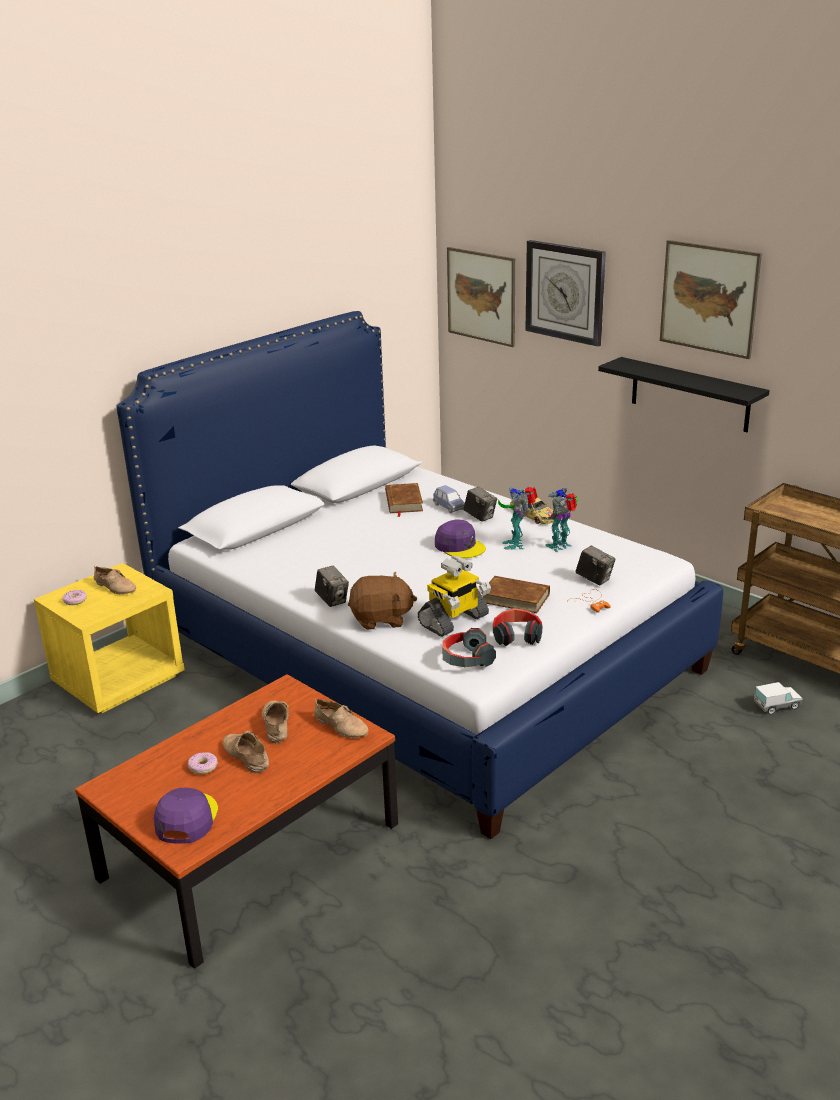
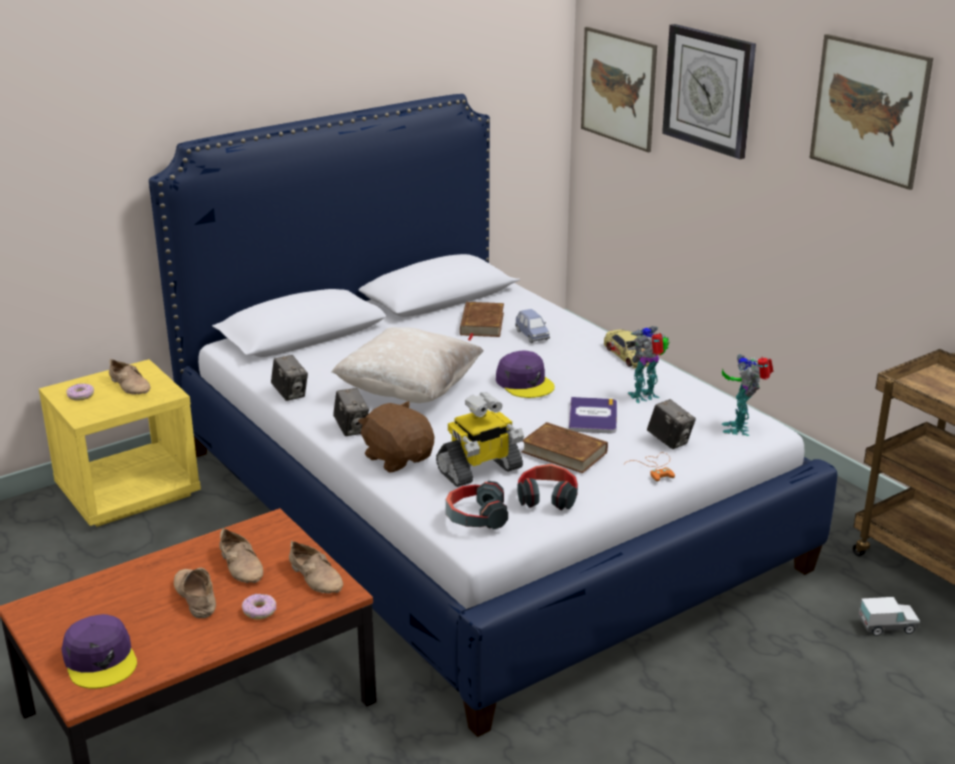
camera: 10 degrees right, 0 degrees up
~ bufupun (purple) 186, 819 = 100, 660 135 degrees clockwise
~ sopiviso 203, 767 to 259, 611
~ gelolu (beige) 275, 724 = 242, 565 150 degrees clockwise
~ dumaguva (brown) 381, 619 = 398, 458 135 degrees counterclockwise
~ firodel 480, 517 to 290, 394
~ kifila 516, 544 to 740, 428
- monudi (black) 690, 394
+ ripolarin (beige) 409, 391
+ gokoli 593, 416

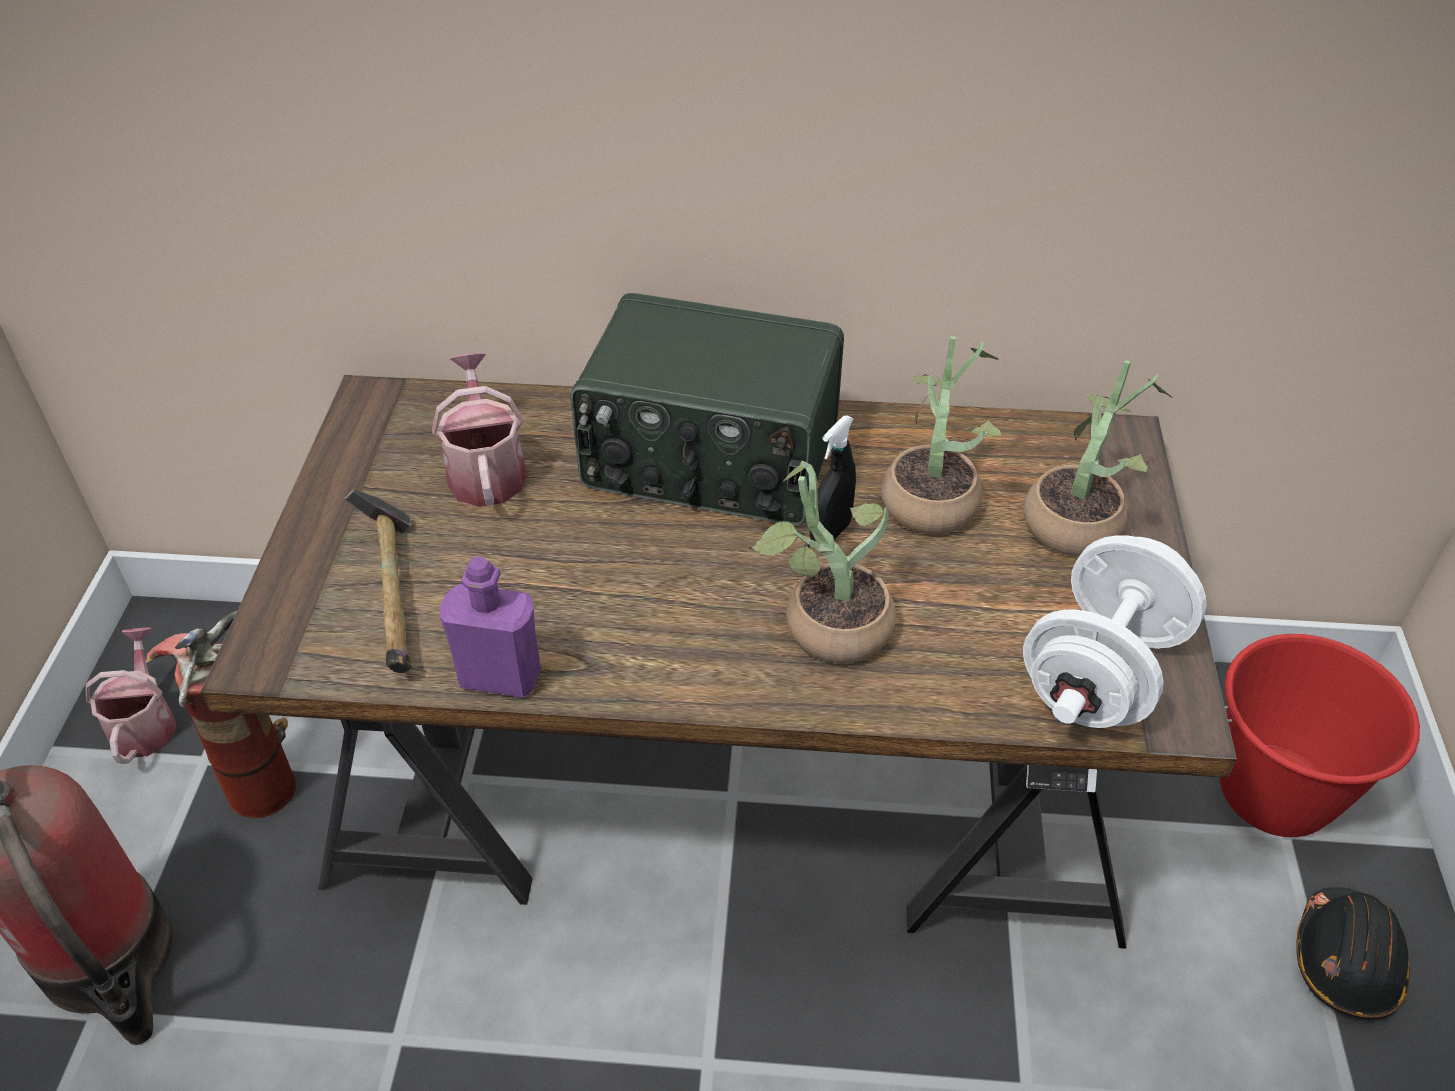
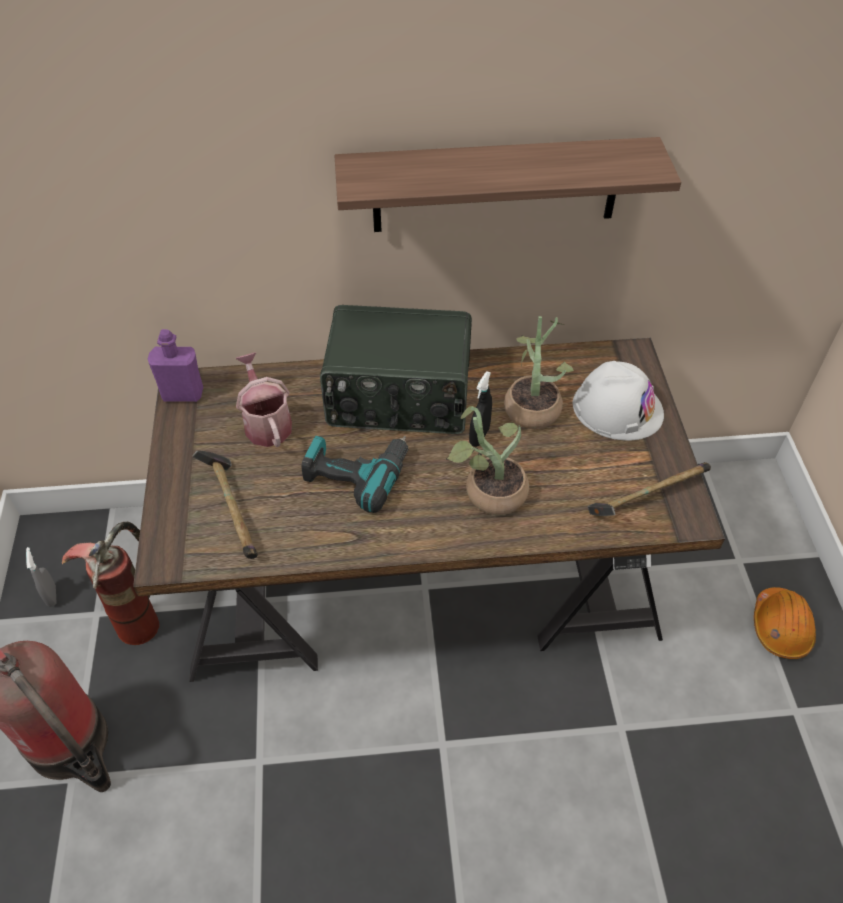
camera: 10 degrees left, 5 degrees up
~ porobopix 145, 722 to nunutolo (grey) 52, 596
~ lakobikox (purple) 500, 677 to 183, 394
~ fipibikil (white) 1100, 672 to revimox 645, 499
~ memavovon 1079, 519 to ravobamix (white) 617, 408
- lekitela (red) 1275, 793
~ ravobamix (black) 1345, 960 to ravobamix (orange) 780, 627
+ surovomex 356, 473
+ monudi 496, 185

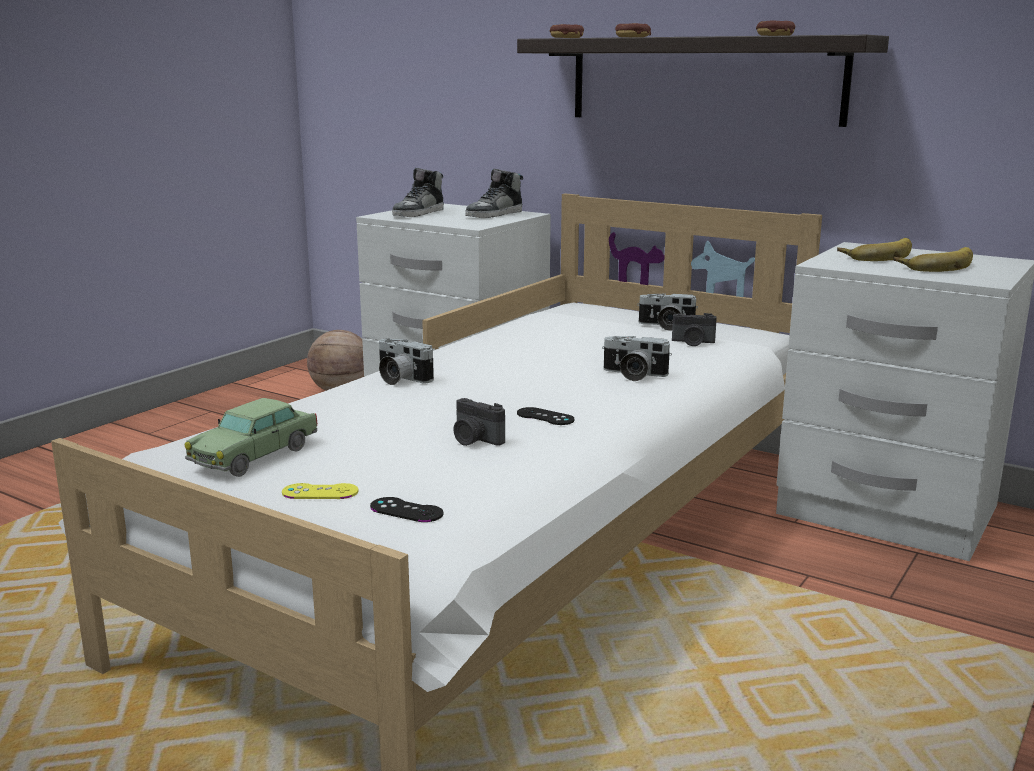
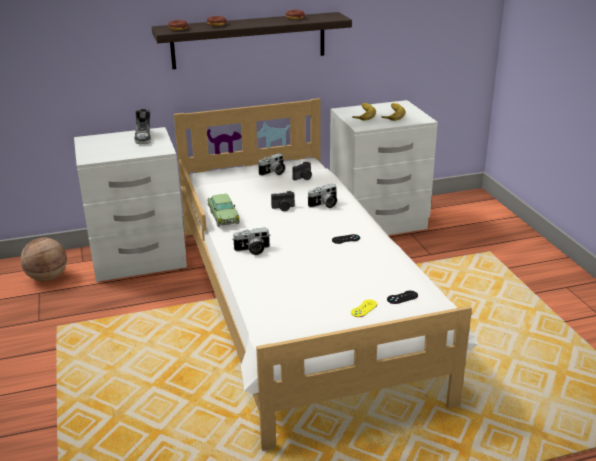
camera: 50 degrees left, 10 degrees up
~ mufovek 255, 455 to 223, 217
- gelolu 418, 213
~ firodel 475, 440 to 283, 208

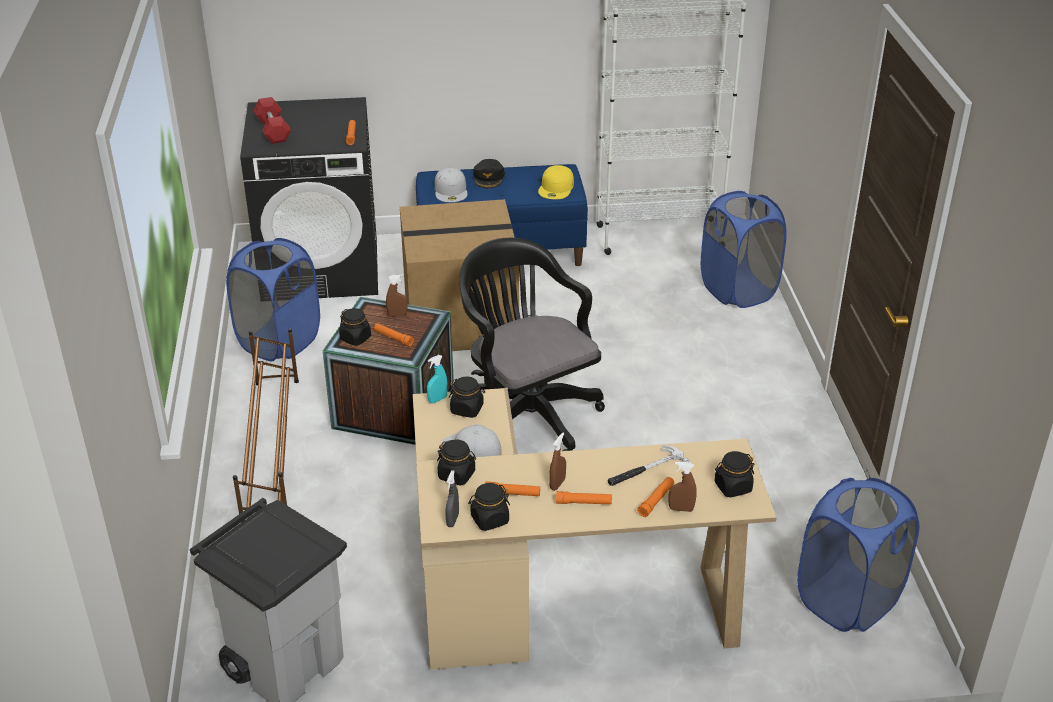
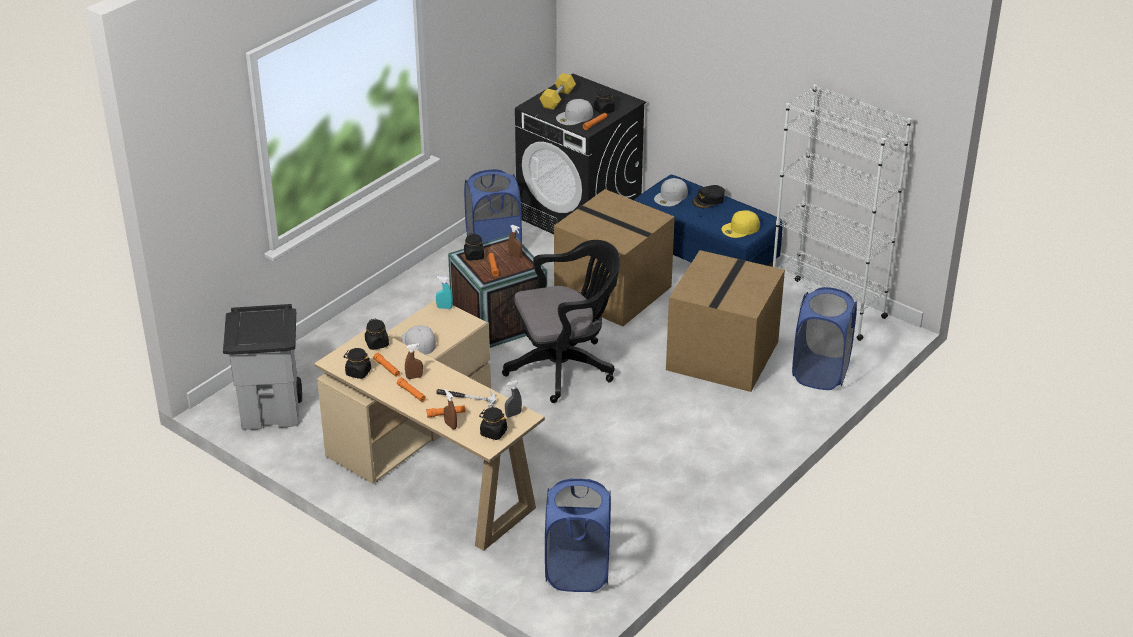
camera: 45 degrees right, 0 degrees up
- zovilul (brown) 273, 450
~ fipibikil (red) 273, 130 to fipibikil (yellow) 557, 99
~ nunutolo (grey) 452, 520 to 513, 414
~ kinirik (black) 467, 409 to 604, 110
~ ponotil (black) 527, 413 = 565, 367 60 degrees clockwise
+ bufupun (white) 574, 117
+ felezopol 723, 357

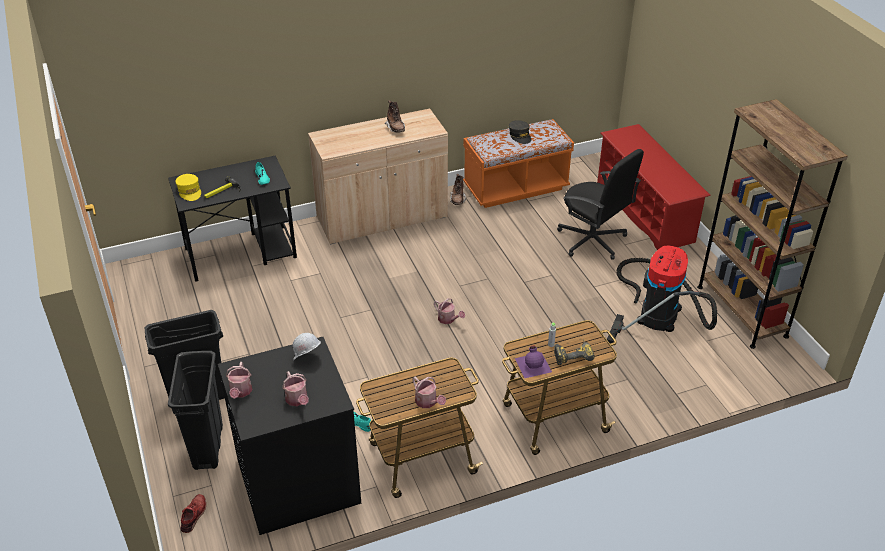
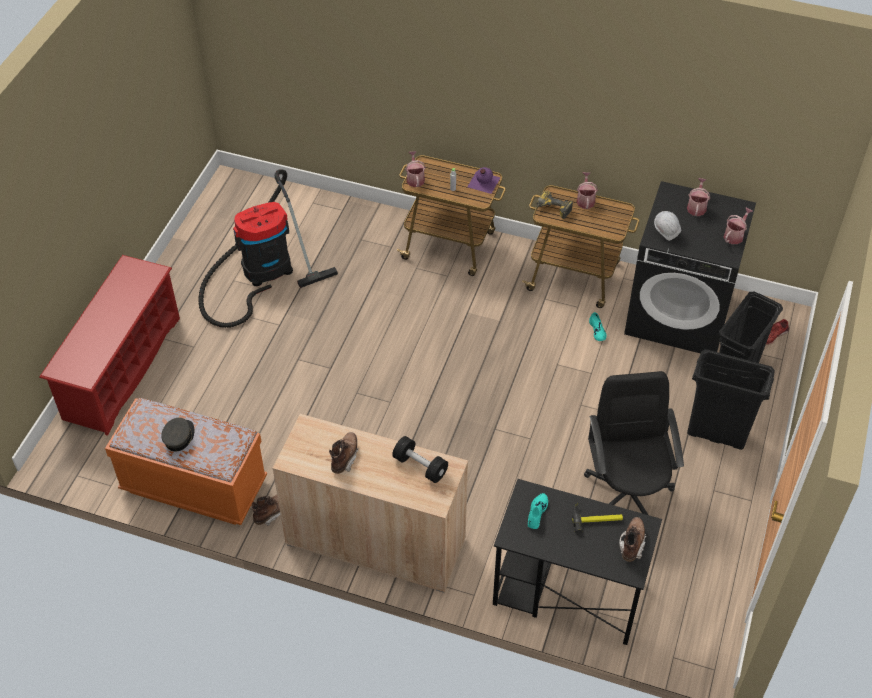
camera: 140 degrees left, 10 degrees up
~ bufupun (yellow) 189, 191 to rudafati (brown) 632, 544
~ porobopix 448, 319 to 415, 178
~ surovomex 572, 355 to 551, 210
~ ponotil (black) 592, 241 to 627, 492
- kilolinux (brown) 741, 311
+ fipibikil (black) 420, 466

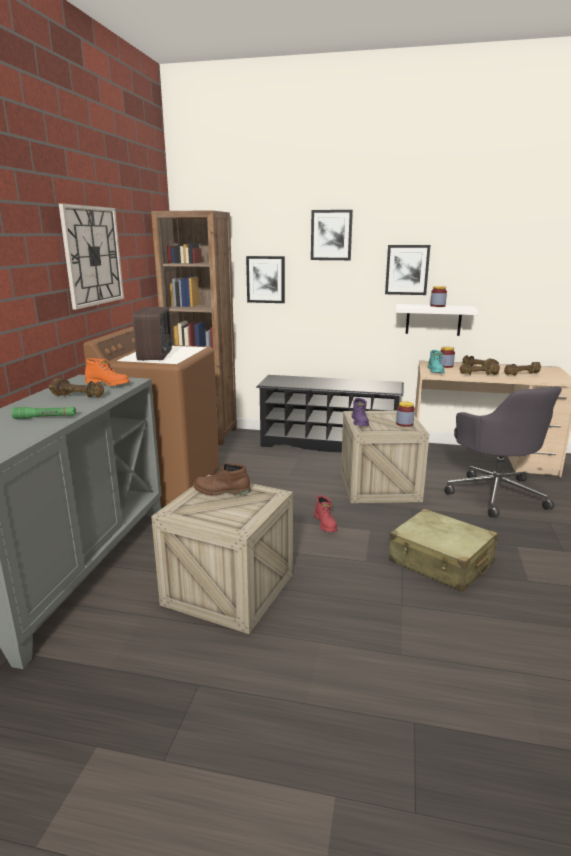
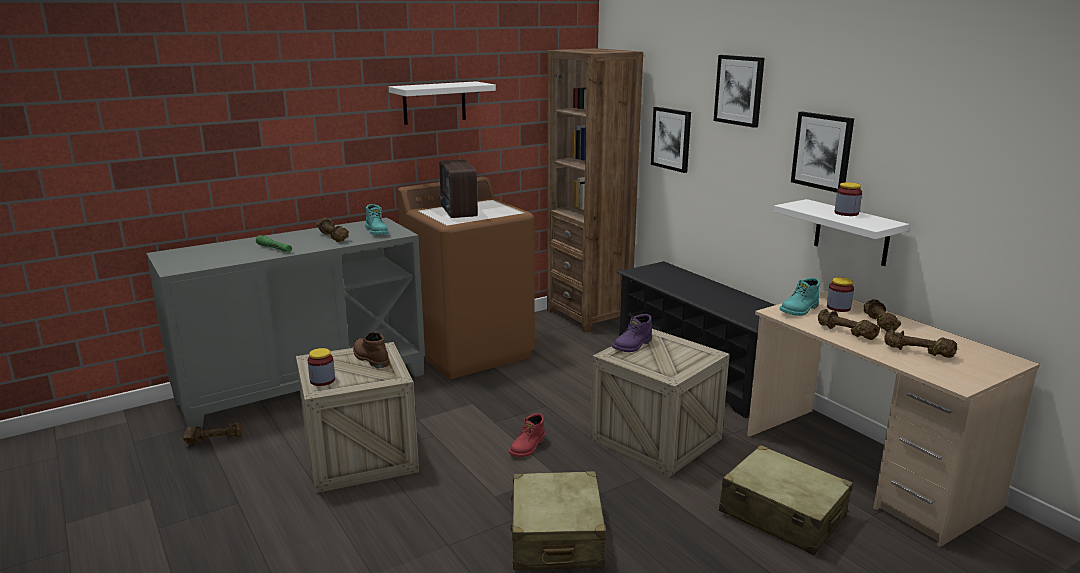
camera: 45 degrees right, 0 degrees up
~ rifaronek 93, 256 to monudi (white) 434, 103
~ rudafati (orange) 108, 384 to rudafati (turquoise) 377, 232
~ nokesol 156, 356 = 458, 212 120 degrees clockwise
~ kinirik 404, 424 to 322, 380
~ ponotil (grey) 495, 493 to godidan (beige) 782, 514
+ fipibikil (brown) 214, 440

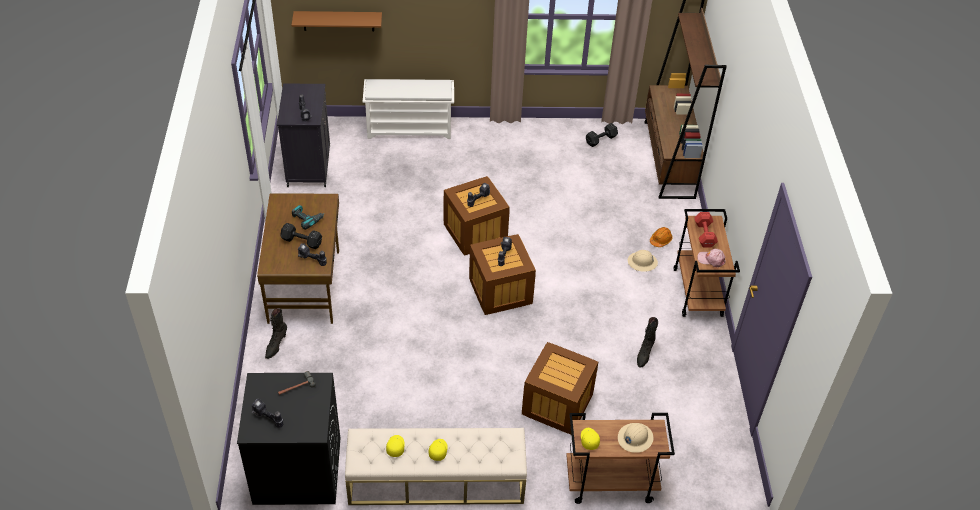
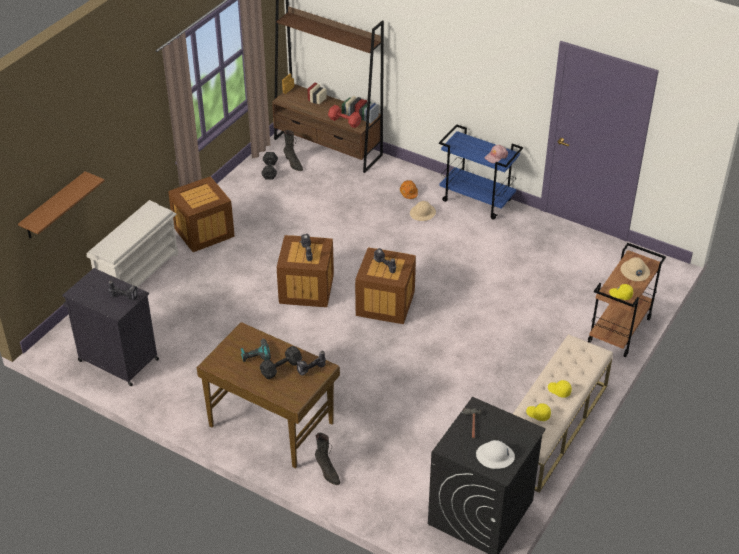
camera: 55 degrees left, 5 degrees down
~ surovomex 267, 419 to ravobamix (white) 495, 456
~ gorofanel 557, 404 to 203, 232
~ rudafati (black) 644, 354 to 293, 164
~ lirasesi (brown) 698, 293 to lirasesi (blue) 477, 200
~ fipibikil (red) 704, 235 to 345, 122

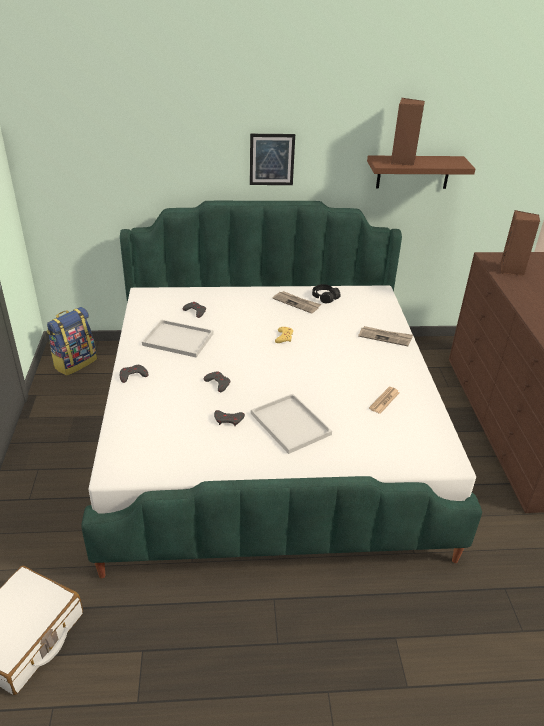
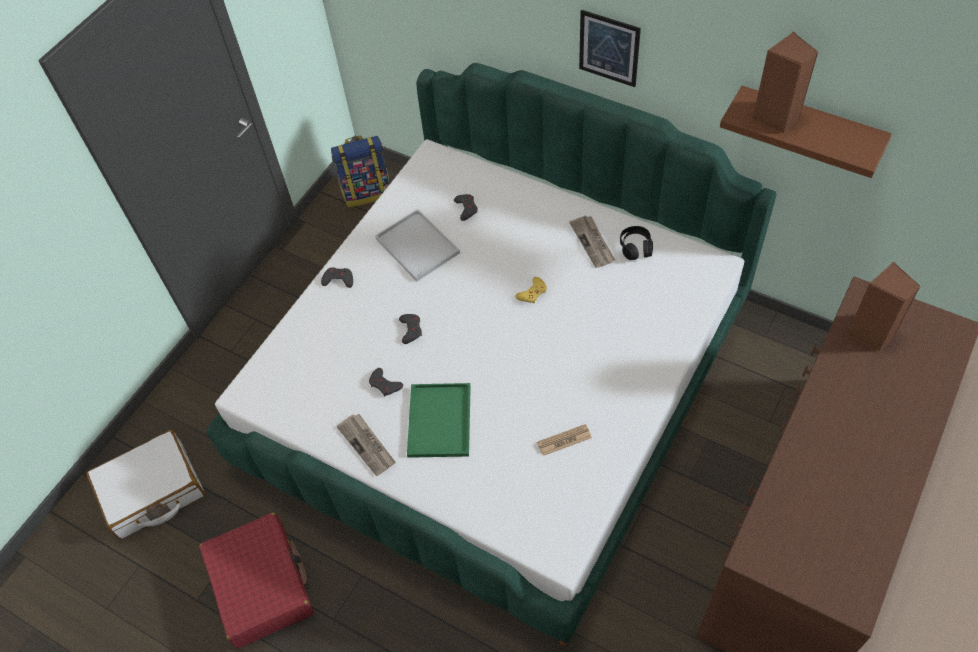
camera: 40 degrees right, 20 degrees up
~ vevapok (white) 289, 423 to vevapok (green) 438, 419
~ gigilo 385, 337 to 367, 445
+ godidan (red) 261, 585

